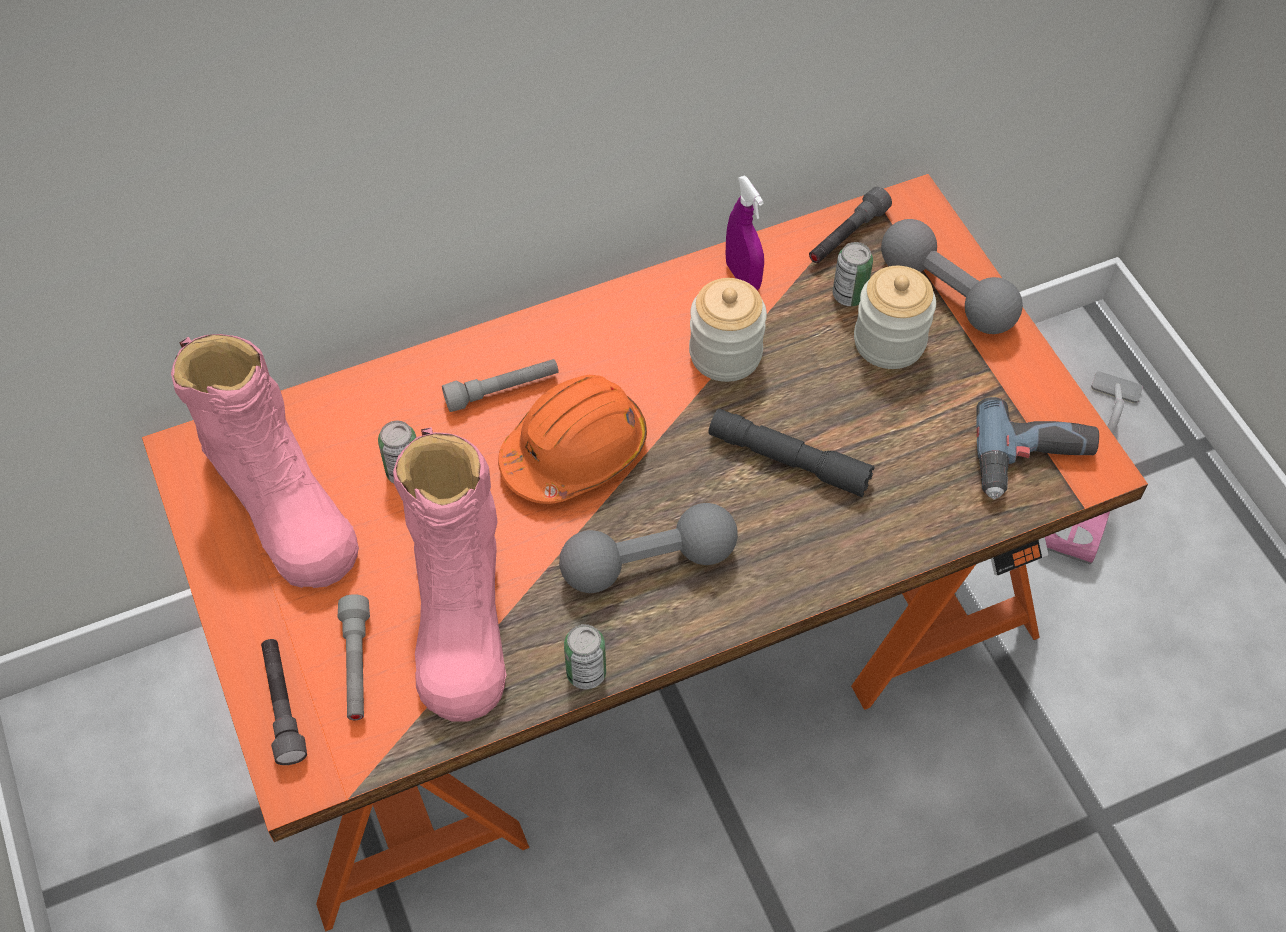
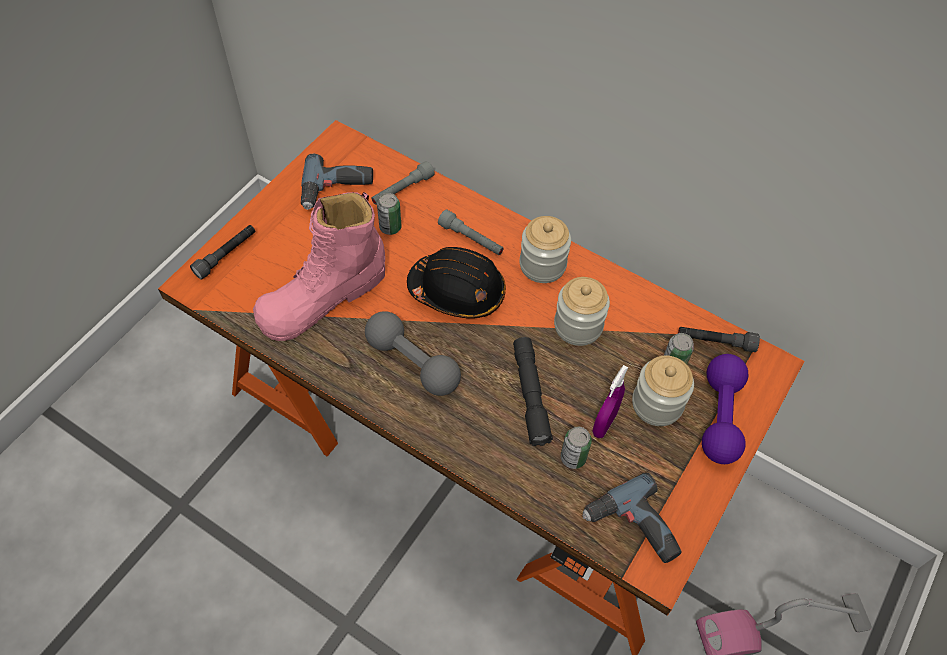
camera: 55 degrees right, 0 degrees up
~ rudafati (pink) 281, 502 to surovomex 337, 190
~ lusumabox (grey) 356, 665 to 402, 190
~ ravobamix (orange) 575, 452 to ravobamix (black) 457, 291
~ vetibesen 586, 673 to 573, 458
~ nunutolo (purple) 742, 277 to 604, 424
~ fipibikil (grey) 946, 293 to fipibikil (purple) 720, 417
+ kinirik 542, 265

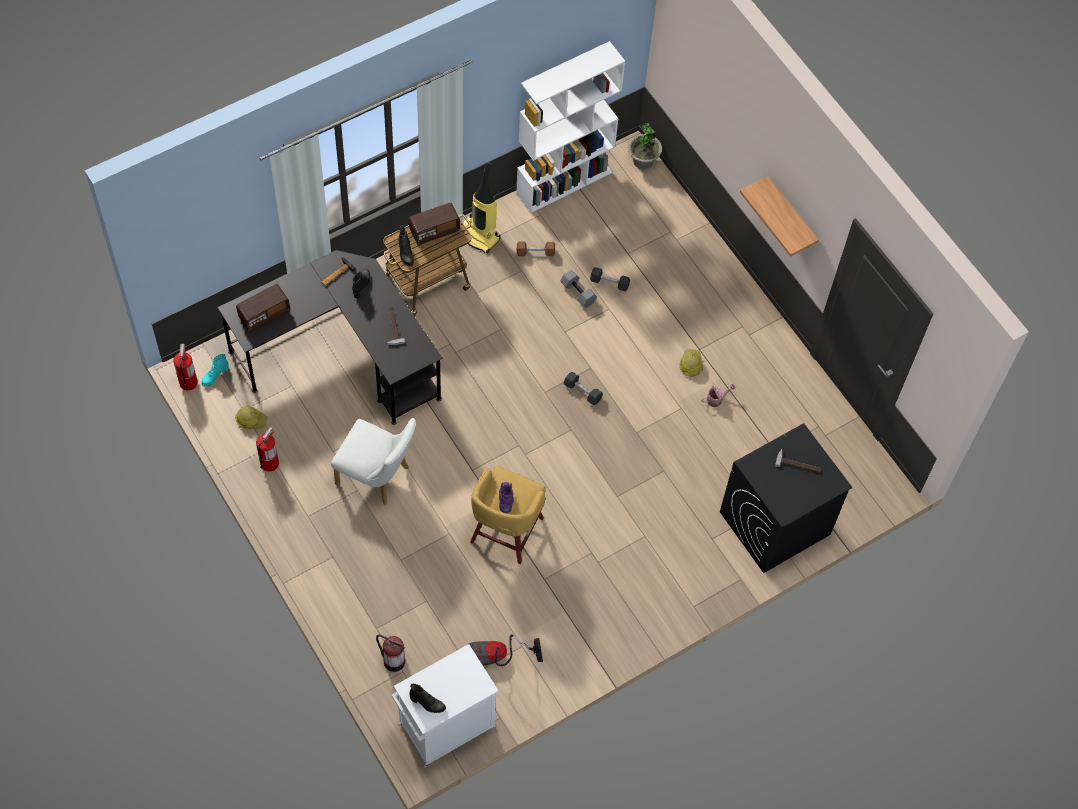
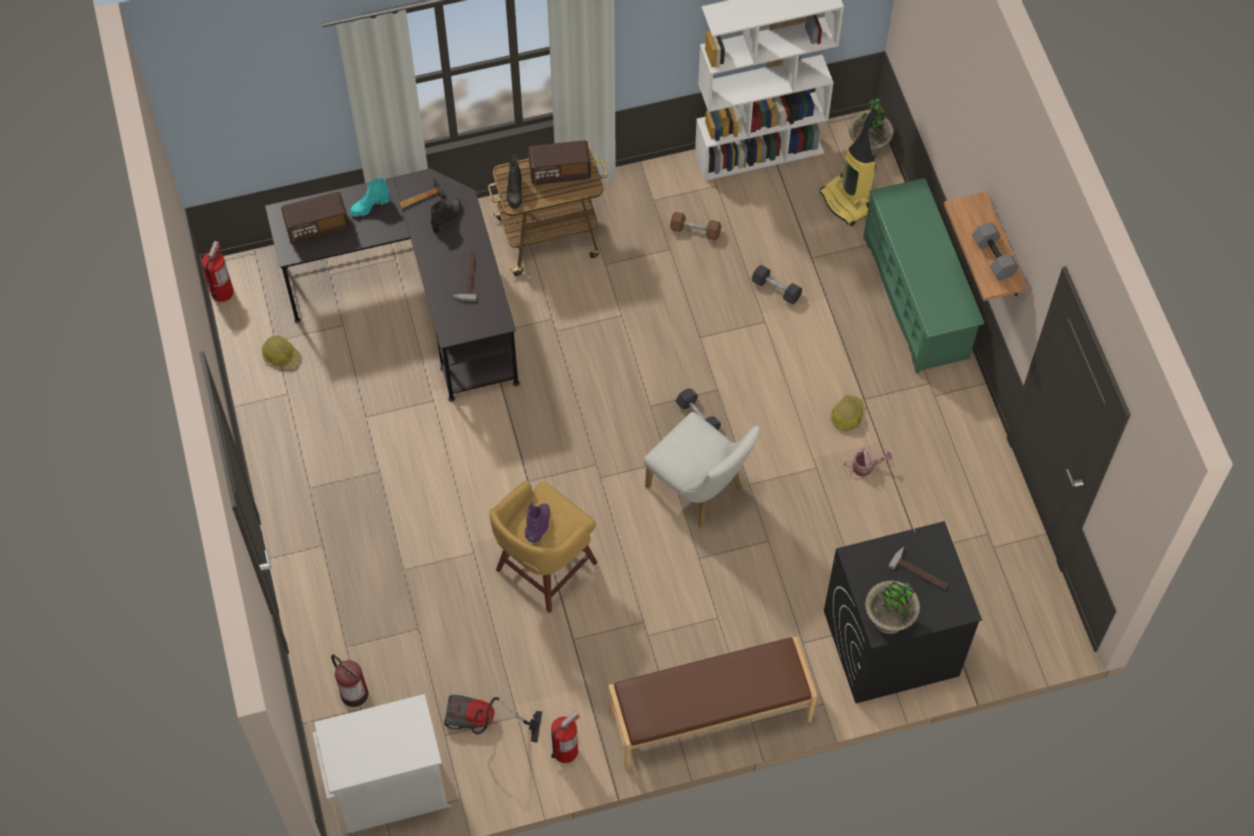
camera: 20 degrees right, 0 degrees up
~ rudafati (turquoise) 215, 376 to 370, 206
~ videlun 269, 463 to 565, 750
~ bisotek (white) 377, 477 to 700, 491
- rudafati (black) 427, 703
~ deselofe 479, 235 to 847, 202
~ fipibikil (grey) 577, 293 to 992, 257
+ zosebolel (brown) 710, 717
+ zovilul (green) 916, 298
+ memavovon 888, 619

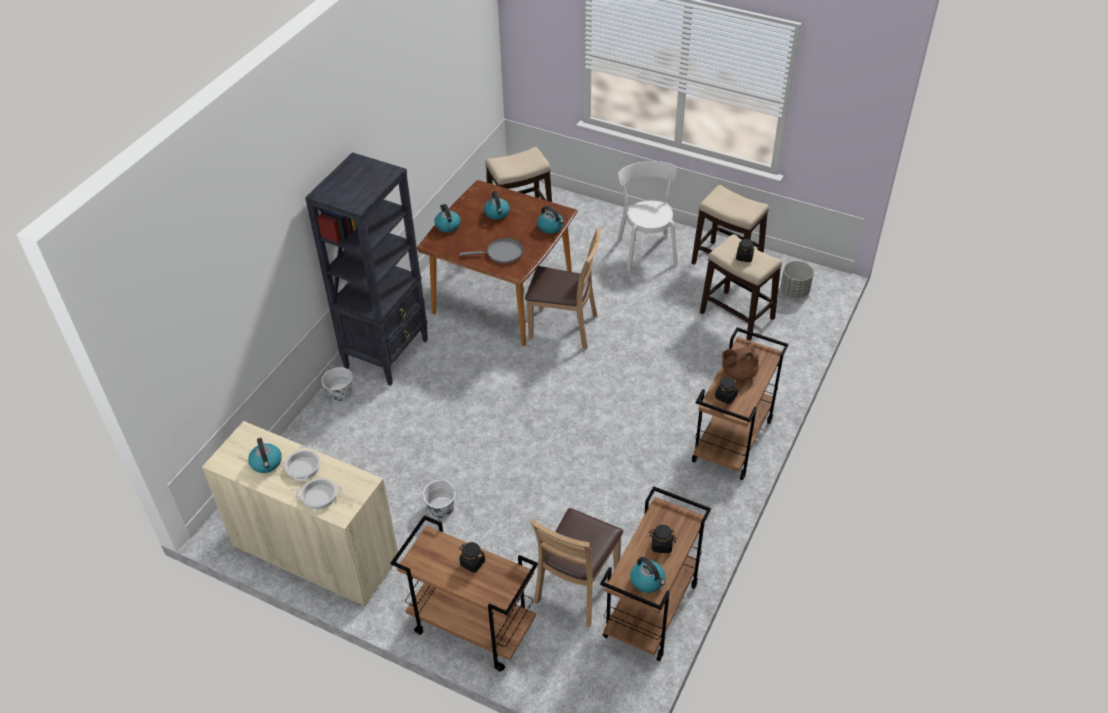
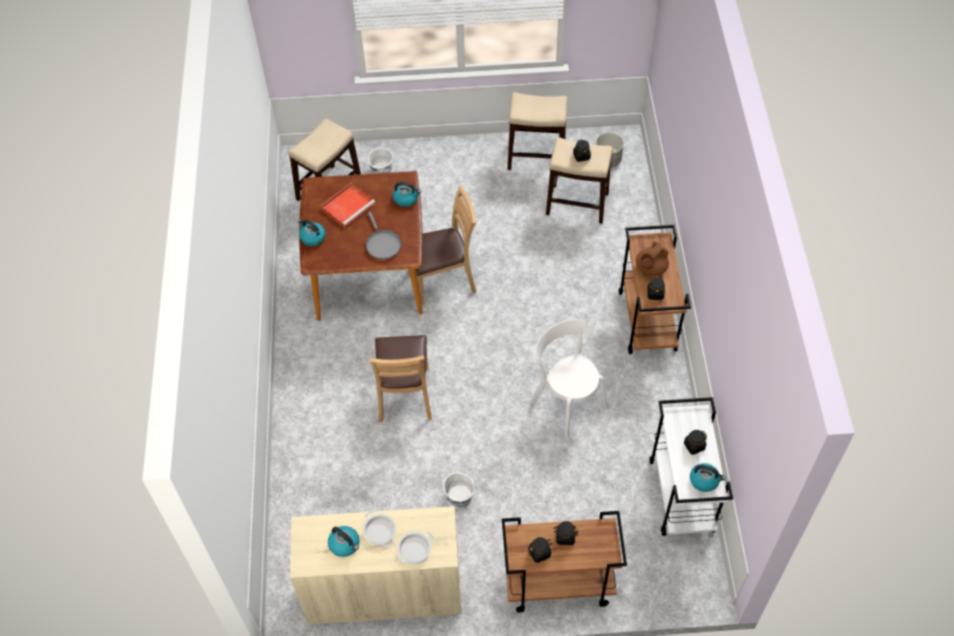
camera: 30 degrees left, 10 degrees up
- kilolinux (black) 387, 353
~ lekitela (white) 340, 392 to 381, 170
~ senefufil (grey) 502, 253 = 382, 244 105 degrees clockwise
~ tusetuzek 497, 213 to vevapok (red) 348, 205
~ bisotek (brown) 577, 587 to 405, 395
~ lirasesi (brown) 651, 612 to lirasesi (white) 682, 496
~ bisotek (white) 646, 250 to 566, 401
+ kinirik (black) 539, 553

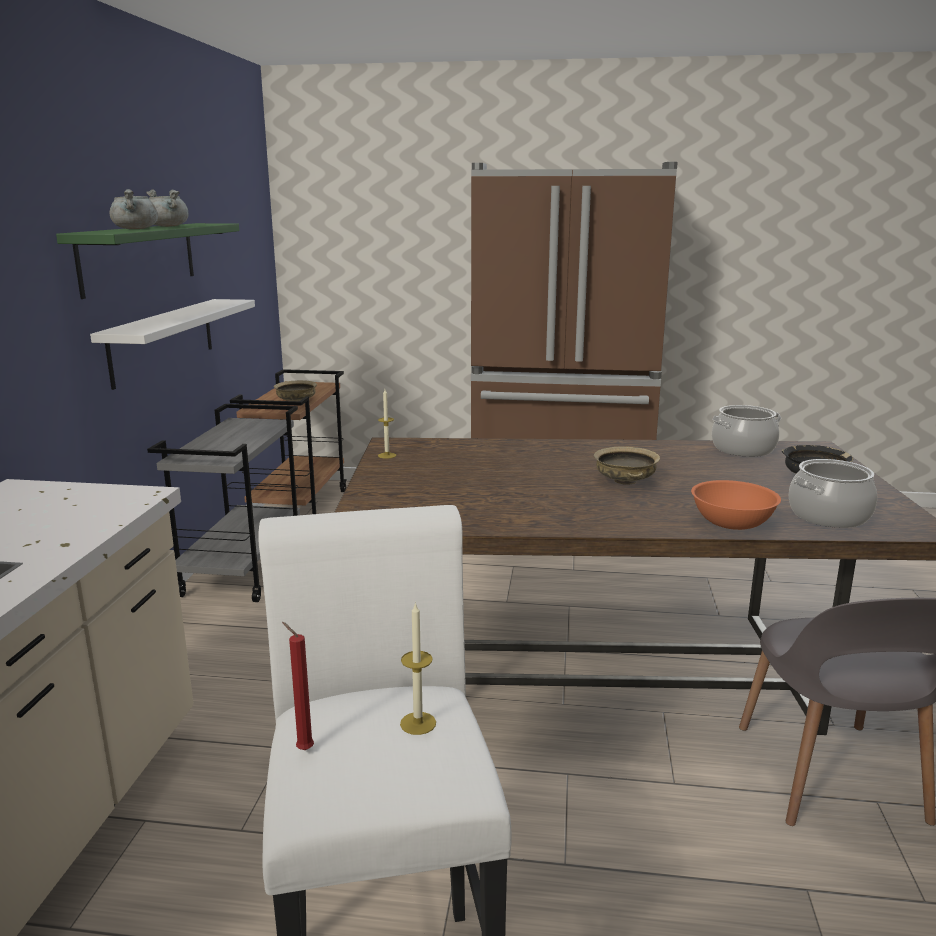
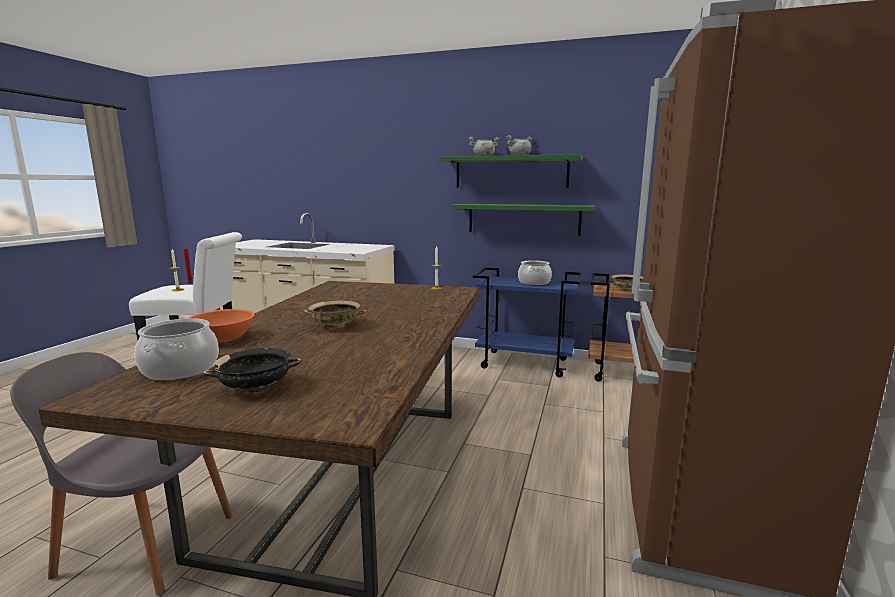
camera: 100 degrees right, 5 degrees down
~ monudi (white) 163, 340 to monudi (green) 523, 219
~ lirasesi (grey) 243, 570 to lirasesi (blue) 525, 363
~ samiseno 743, 449 to 534, 282

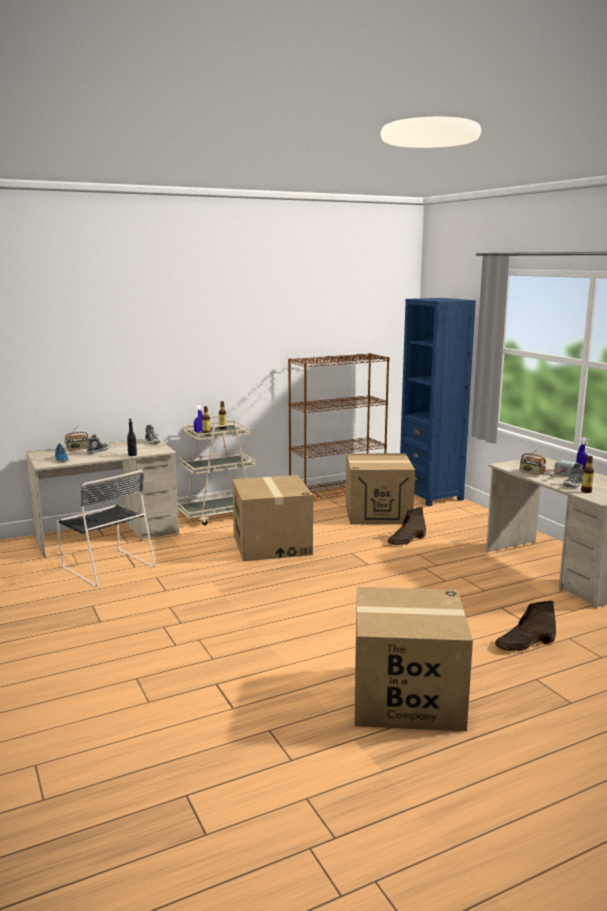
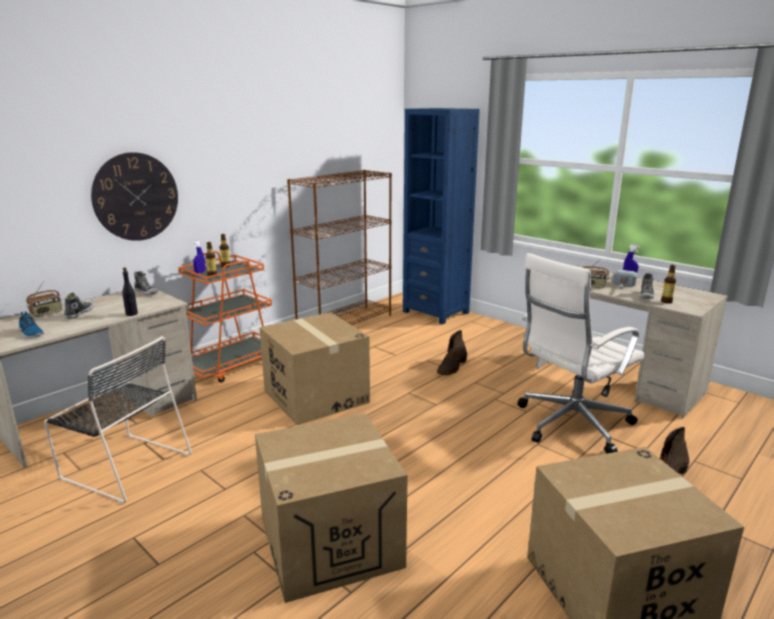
camera: 20 degrees left, 5 degrees up
~ lirasesi (beige) 220, 514 to lirasesi (orange) 231, 365
~ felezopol 378, 513 to 330, 542
+ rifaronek 136, 197
+ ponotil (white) 570, 424

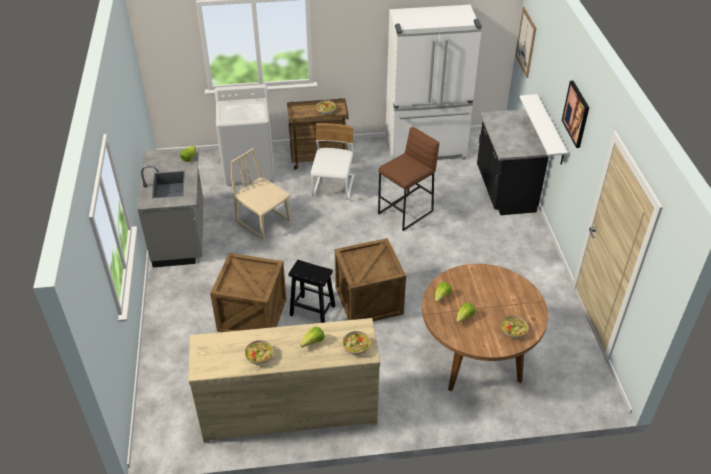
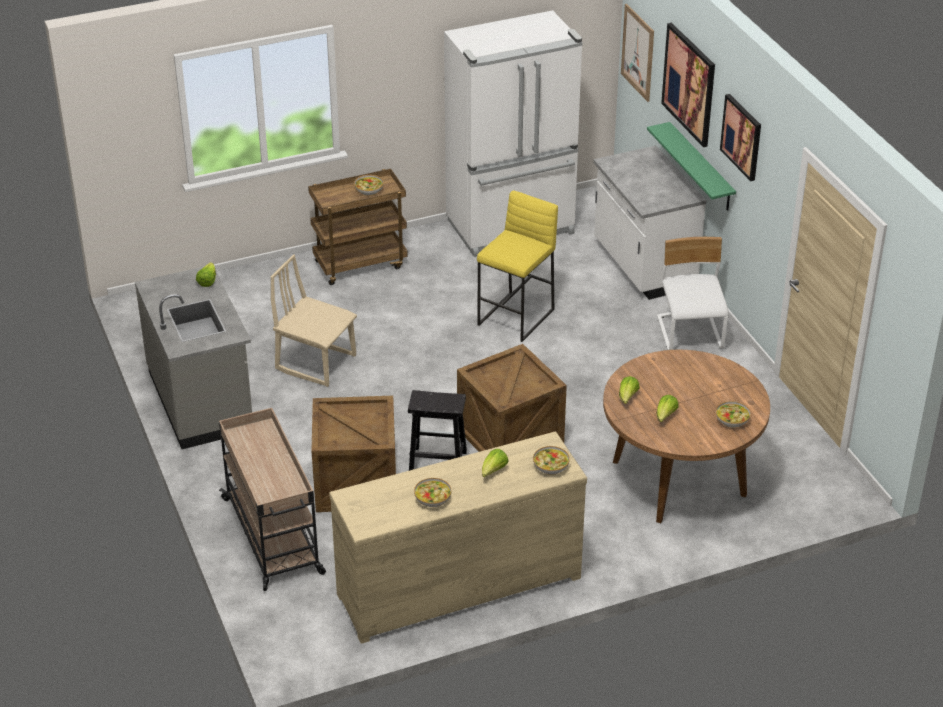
camera: 15 degrees left, 5 degrees down
- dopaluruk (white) 249, 169
~ bisotek (white) 334, 187 to 690, 333
~ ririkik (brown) 406, 212 to ririkik (yellow) 516, 317
~ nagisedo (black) 504, 190 to nagisedo (white) 642, 266
~ monudi (white) 550, 130 to monudi (green) 701, 167
+ lirasesi (beige) 273, 537
+ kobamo 689, 84

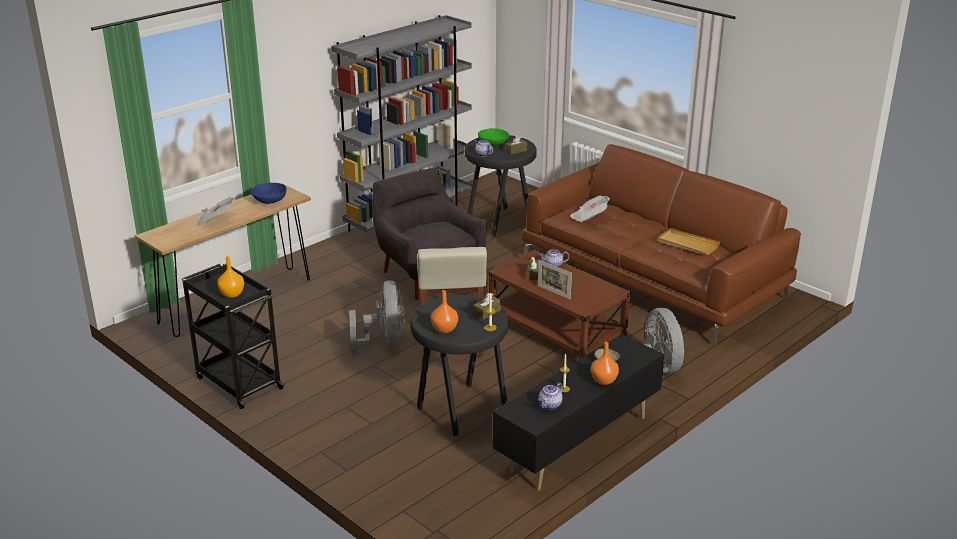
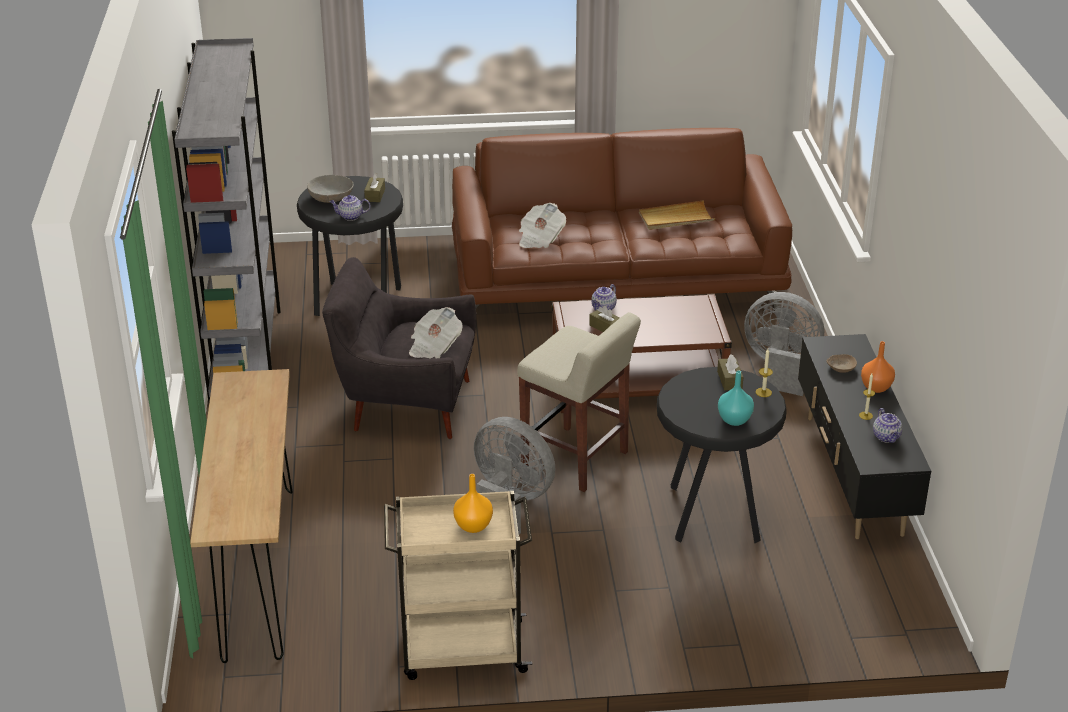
camera: 50 degrees left, 5 degrees up
~ lirasesi (black) 238, 382 to lirasesi (beige) 461, 650
~ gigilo 216, 220 to 434, 346
- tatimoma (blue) 269, 200
~ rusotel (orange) 444, 329 to rusotel (turquoise) 734, 420
~ tatimoma (green) 493, 143 to tatimoma (grey) 331, 198
- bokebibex 553, 292

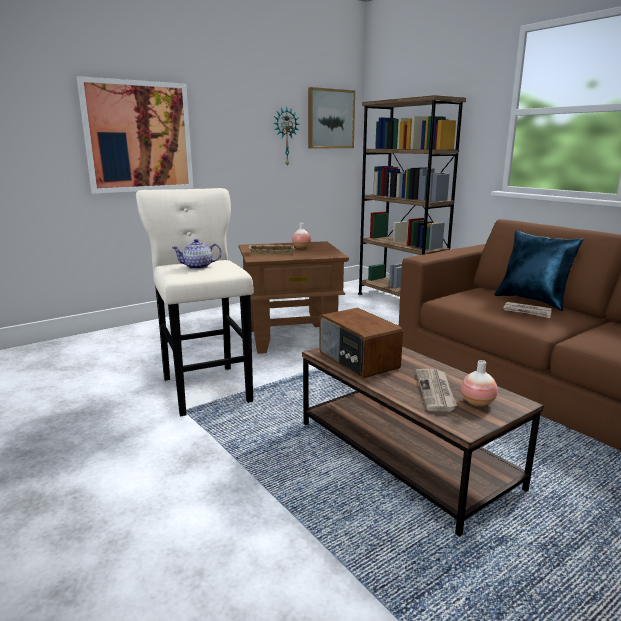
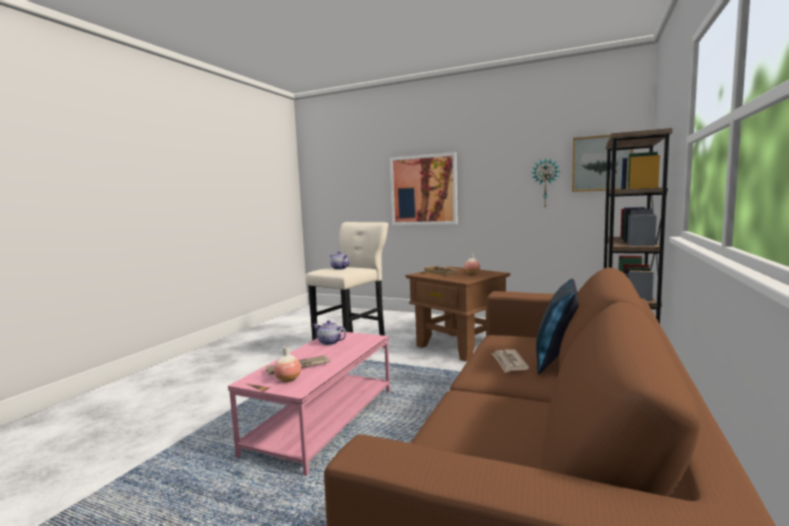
camera: 60 degrees right, 10 degrees down
~ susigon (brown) 405, 454 to susigon (pink) 323, 421
~ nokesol 357, 361 to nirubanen 329, 342

